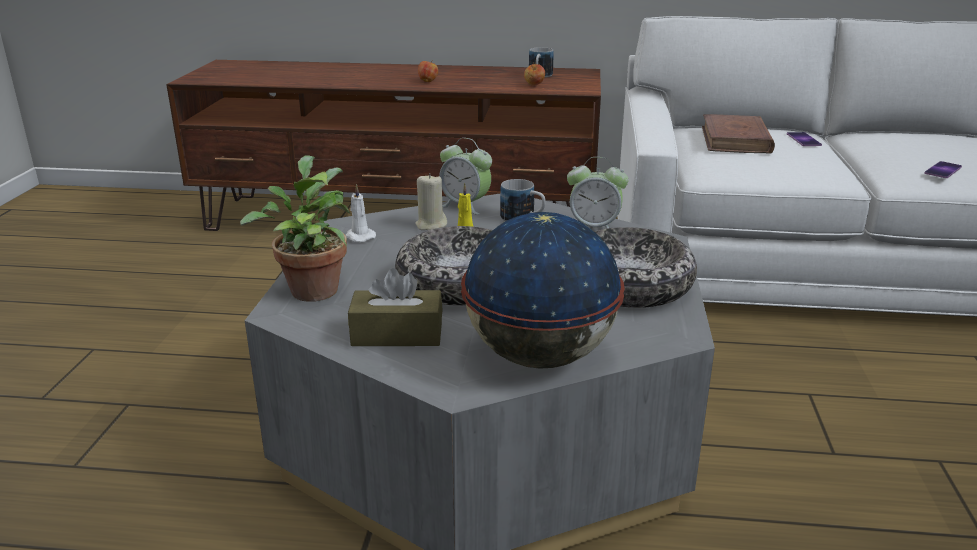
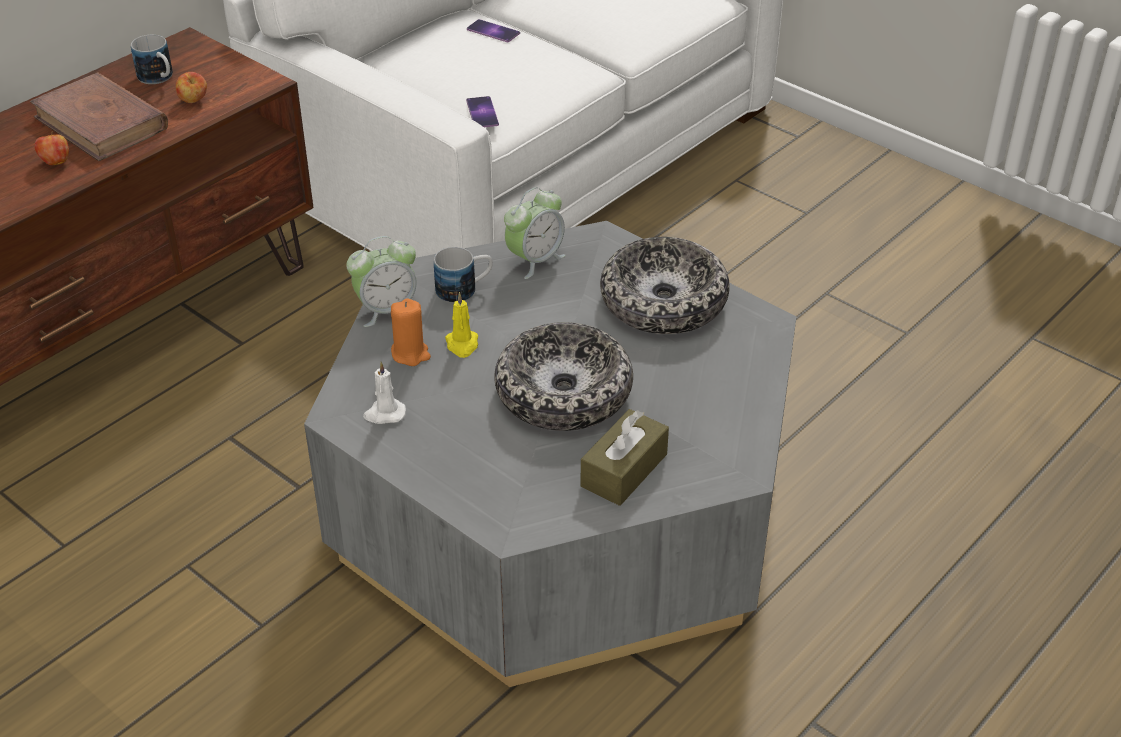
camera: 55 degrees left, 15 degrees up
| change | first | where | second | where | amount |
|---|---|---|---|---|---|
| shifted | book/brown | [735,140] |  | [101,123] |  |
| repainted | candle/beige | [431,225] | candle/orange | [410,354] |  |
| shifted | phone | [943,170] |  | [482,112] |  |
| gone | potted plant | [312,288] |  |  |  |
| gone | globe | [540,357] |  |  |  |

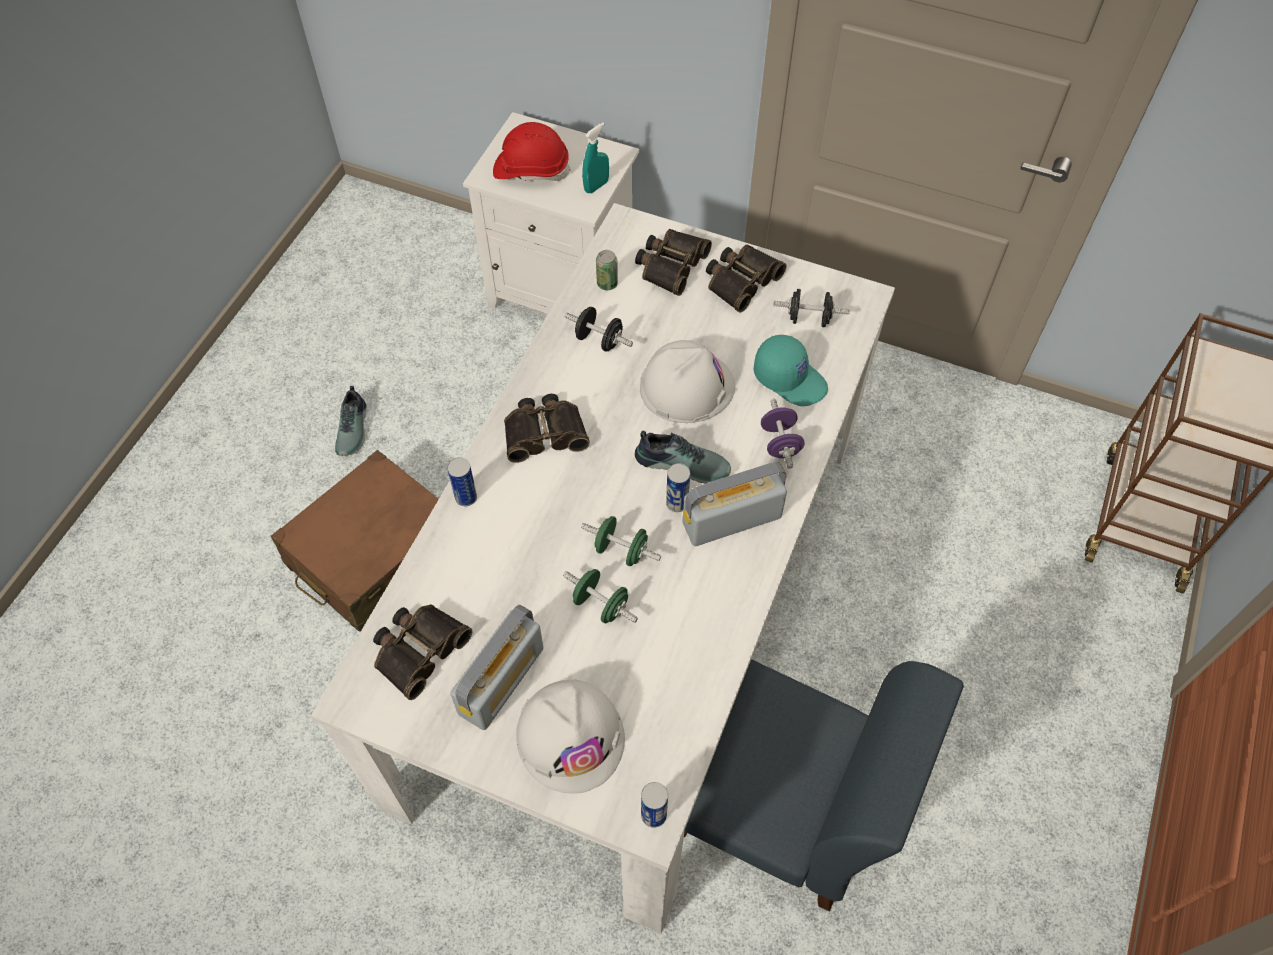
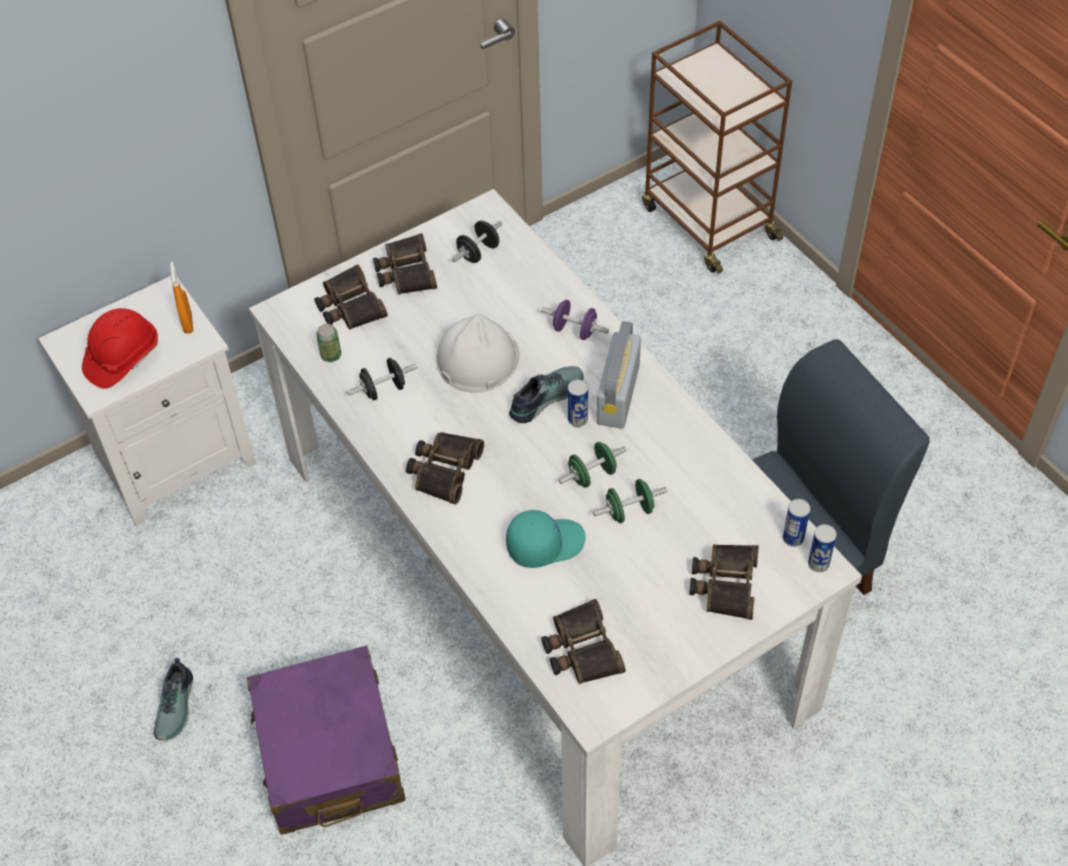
camera: 55 degrees left, 5 degrees down
| change | first | where | second | where | amount |
|---|---|---|---|---|---|
| rotated | shoe | [354,429] |  | [177,706] | 60 degrees clockwise |
| repainted | spray bottle/turquoise | [596,186] | spray bottle/orange | [188,323] |  |
| repainted | suitcase/brown | [373,553] | suitcase/purple | [329,754] |  |
| shifted | cap/turquoise | [790,378] |  | [545,543] |  |
| swapped | hard hat/white | [570,736] | binoculars | [724,584] |  |
| shifted | can | [466,497] |  | [793,538] |  |
| gone | radio | [501,680] |  |  |  |

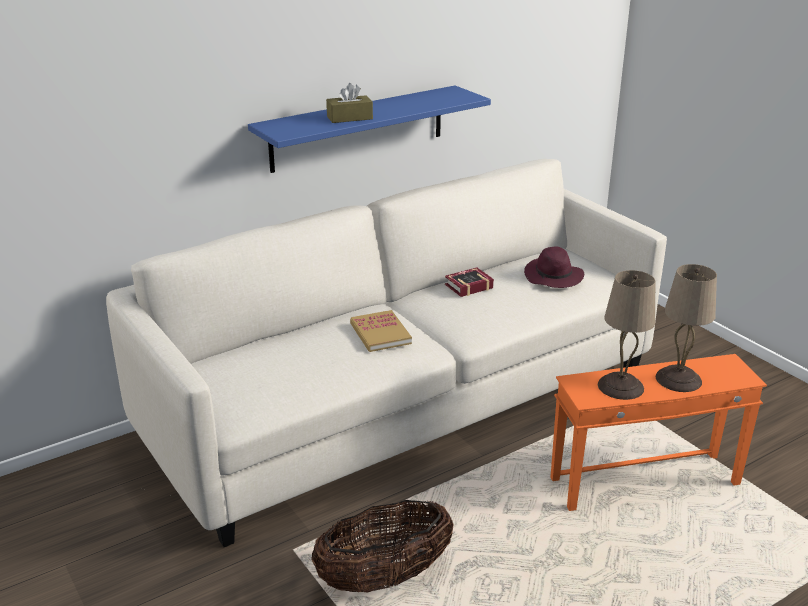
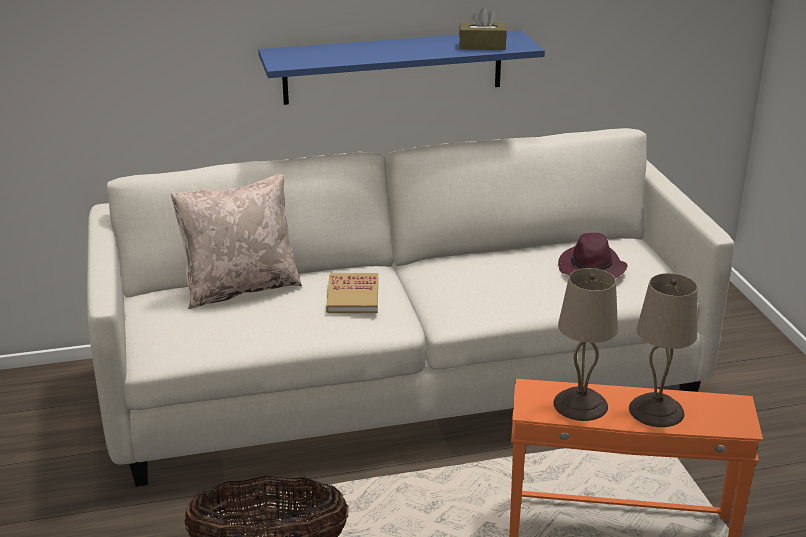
camera: 20 degrees right, 0 degrees up
| change | first | where | second | where | amount |
|---|---|---|---|---|---|
| new |  |  | pillow/beige | [240,288] |  |
| shifted | tissue box/brown | [349,118] |  | [482,46] |  |
| gone | book | [466,286] |  |  |  |

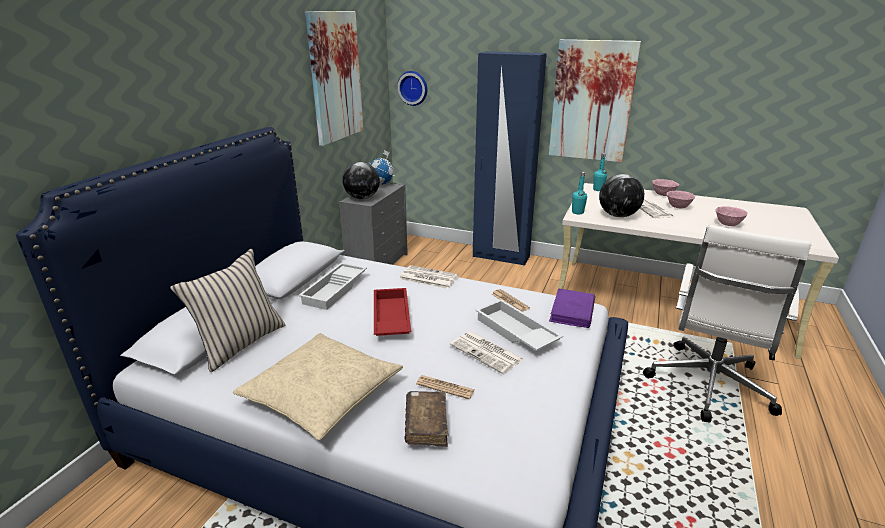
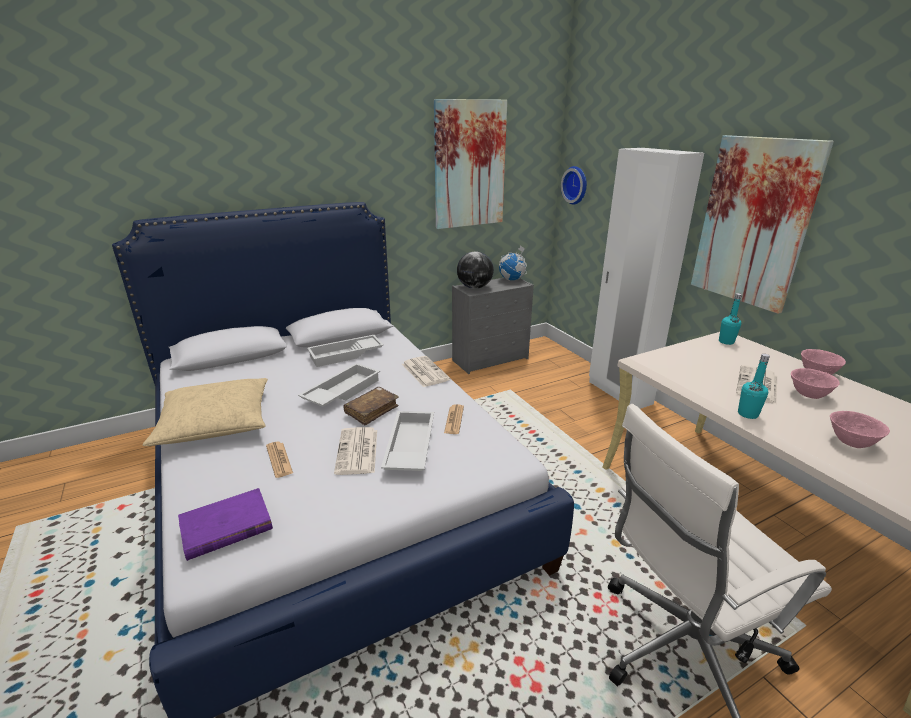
camera: 40 degrees right, 0 degrees up
| change | first | where | second | where | amount |
|---|---|---|---|---|---|
| shifted | book/purple | [572,311] |  | [226,527] |  |
| repainted | tray/red | [390,318] | tray/white | [341,391] |  |
| shifted | book/brown | [426,424] |  | [372,410] |  |
| repainted | wardrobe/blue | [500,257] | wardrobe/white | [619,393] |  |
| shifted | bottle/turquoise | [577,212] |  | [747,414] |  |
| gone | pillow/beige | [240,343] |  |  |  |
| gone | globe | [618,215] |  |  |  |

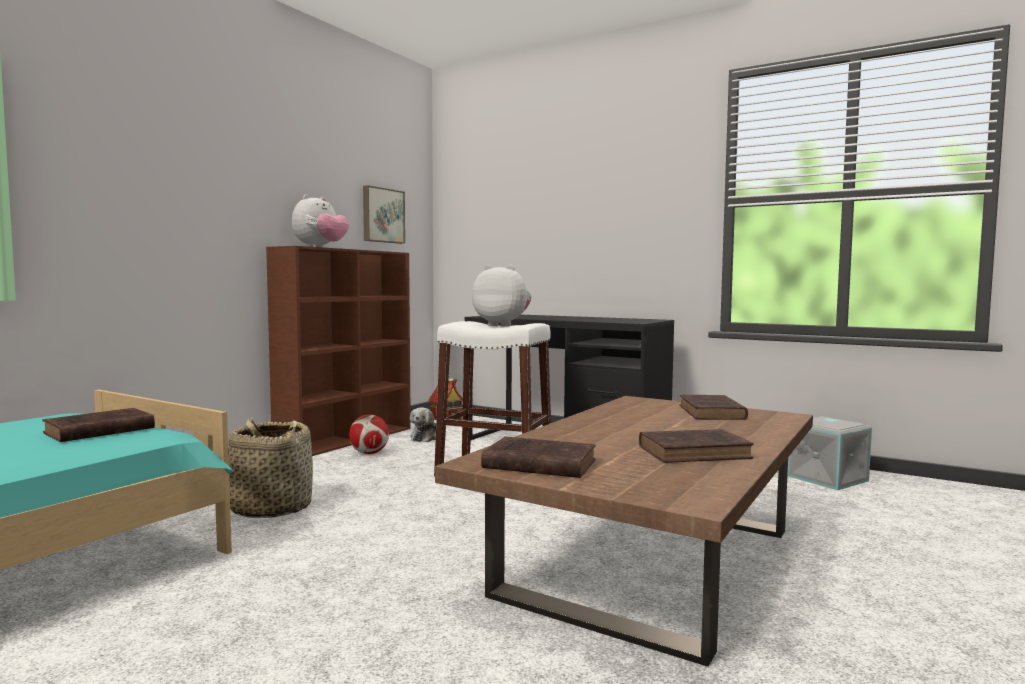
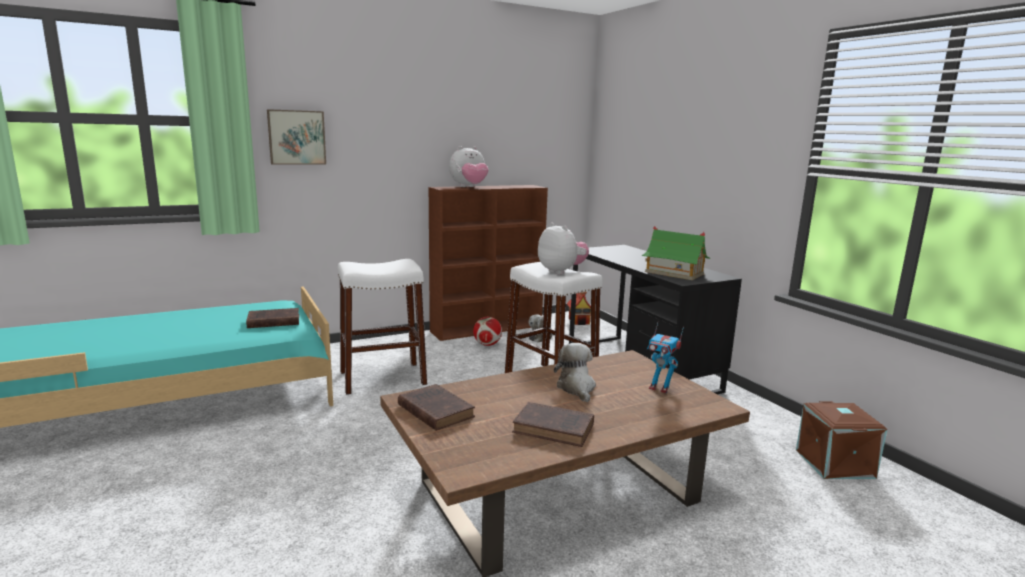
camera: 30 degrees right, 10 degrees up
| change | first | where | second | where | amount |
|---|---|---|---|---|---|
| shifted | picture | [382,215] |  | [296,137] |  |
| swapped | basket | [270,508] | stool/white | [383,378] |  |
| new |  |  | plush toy | [576,388] |  |
| new |  |  | toy house | [673,273] |  |
| swapped | book/brown | [712,413] | toy robot | [660,388] |  |
| repainted | storage box/grey | [828,478] | storage box/brown | [836,464] |  |

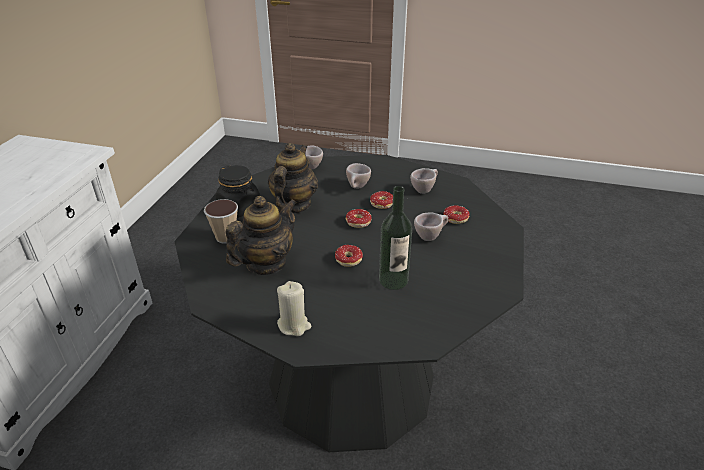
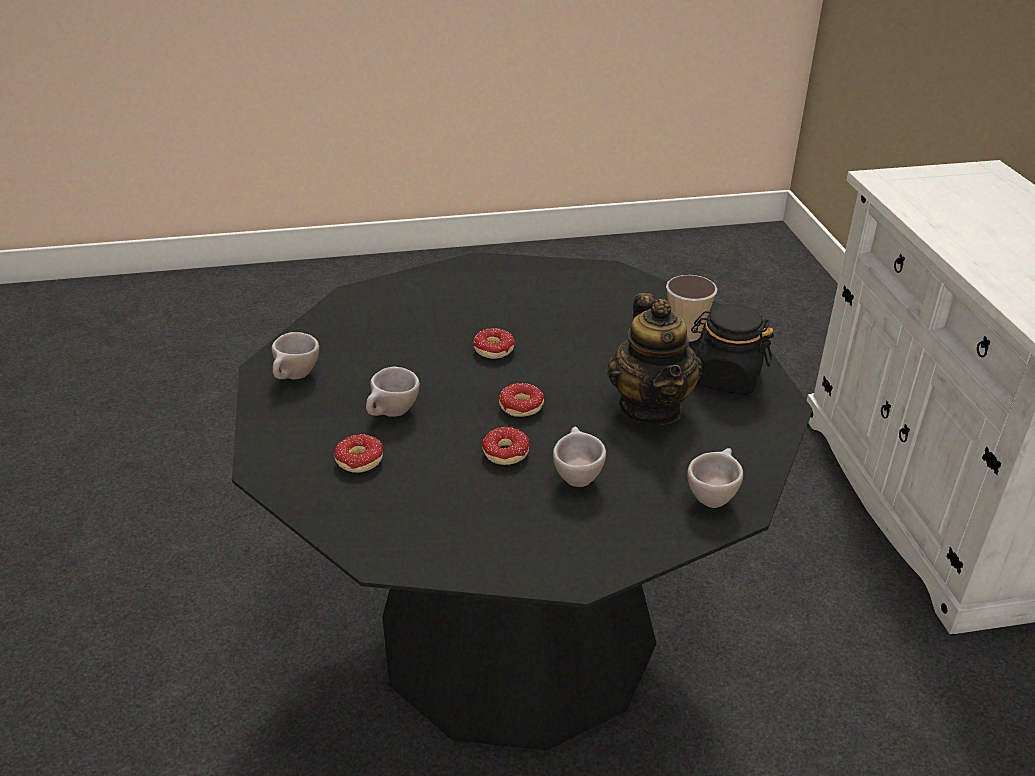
camera: 155 degrees right, 0 degrees up
| change | first | where | second | where | amount |
|---|---|---|---|---|---|
| shifted | cup/beige | [424,190] |  | [296,378] |  |
| gone | teapot | [266,264] |  |  |  |
| gone | candle/beige | [294,325] |  |  |  |
| gone | bottle | [393,280] |  |  |  |

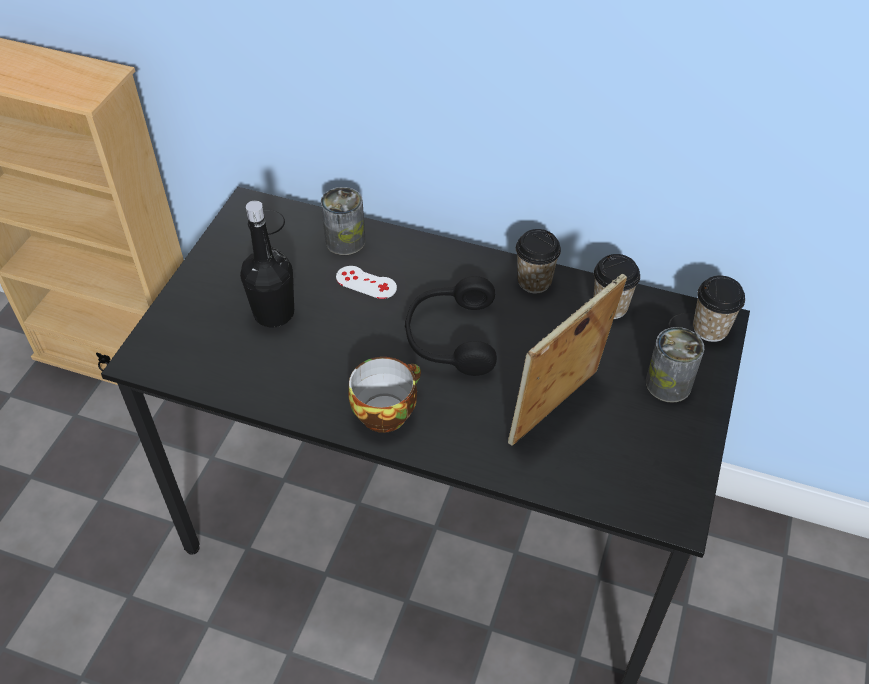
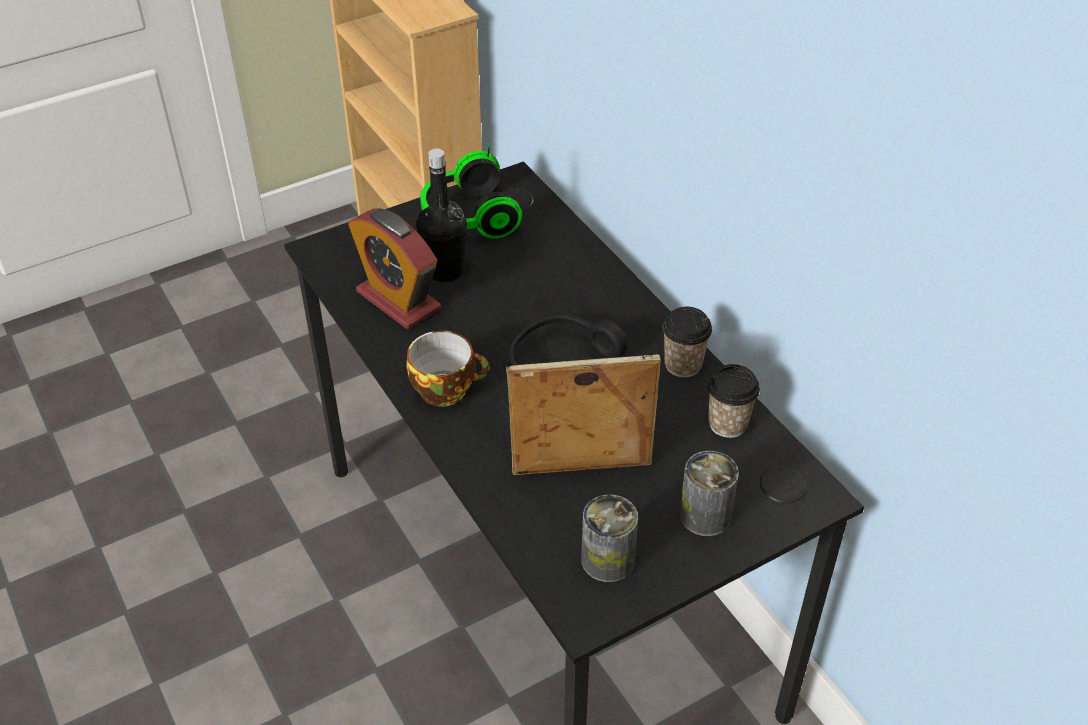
camera: 40 degrees right, 5 degrees down
| change | first | where | second | where | amount |
|---|---|---|---|---|---|
| new |  |  | alarm clock | [398,300] |  |
| new |  |  | headphones | [467,217] |  |
| shifted | can | [345,241] |  | [607,560] |  |
| gone | game controller/white | [366,282] |  |  |  |
| gone | cup | [710,329] |  |  |  |

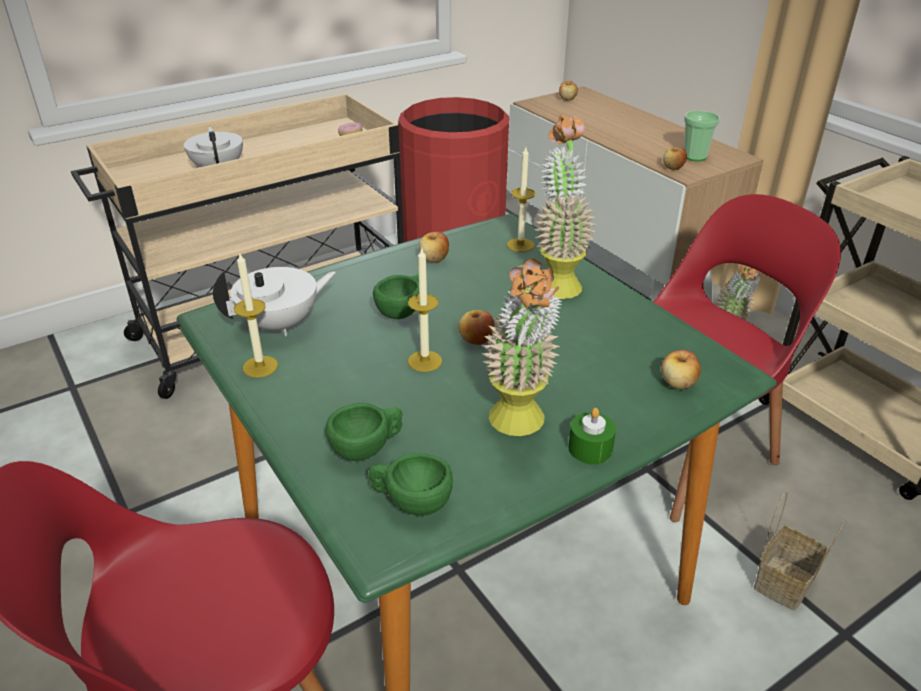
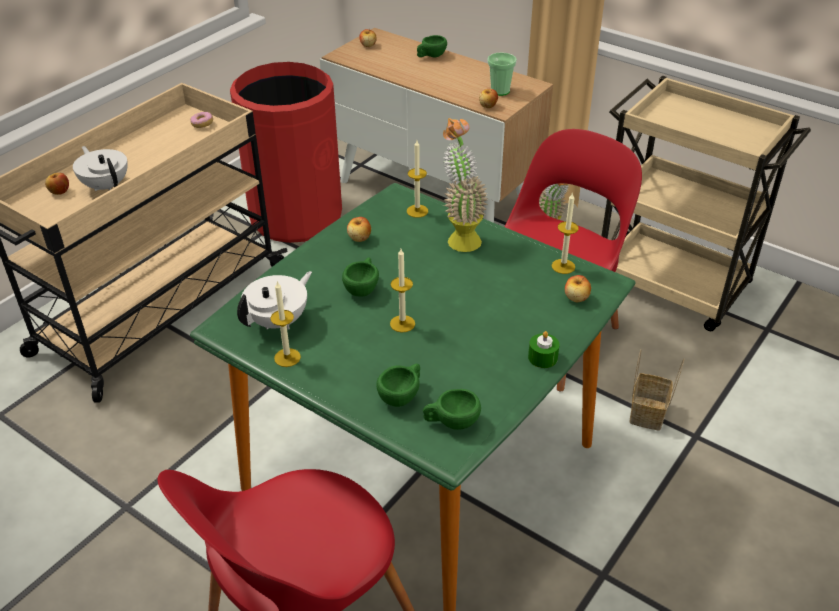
camera: 20 degrees left, 5 degrees up
| change | first | where | second | where | amount |
|---|---|---|---|---|---|
| shifted | apple | [476,340] |  | [60,192] |  |
| new |  |  | cup/green | [431,56] |  |
| new |  |  | candle | [563,266] |  |
| gone | potted plant | [519,428] |  |  |  |

